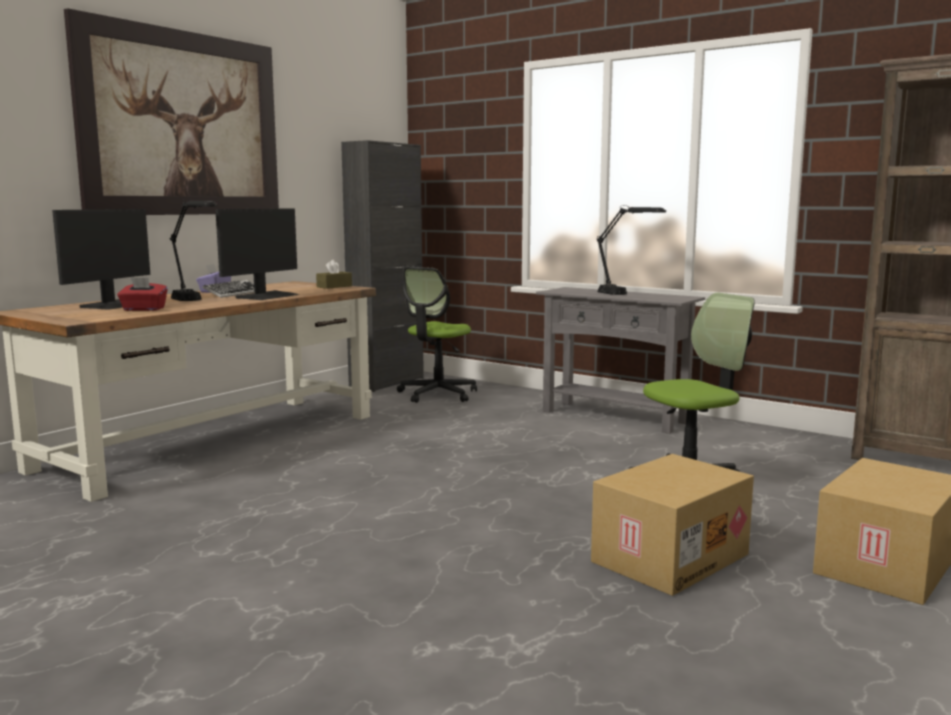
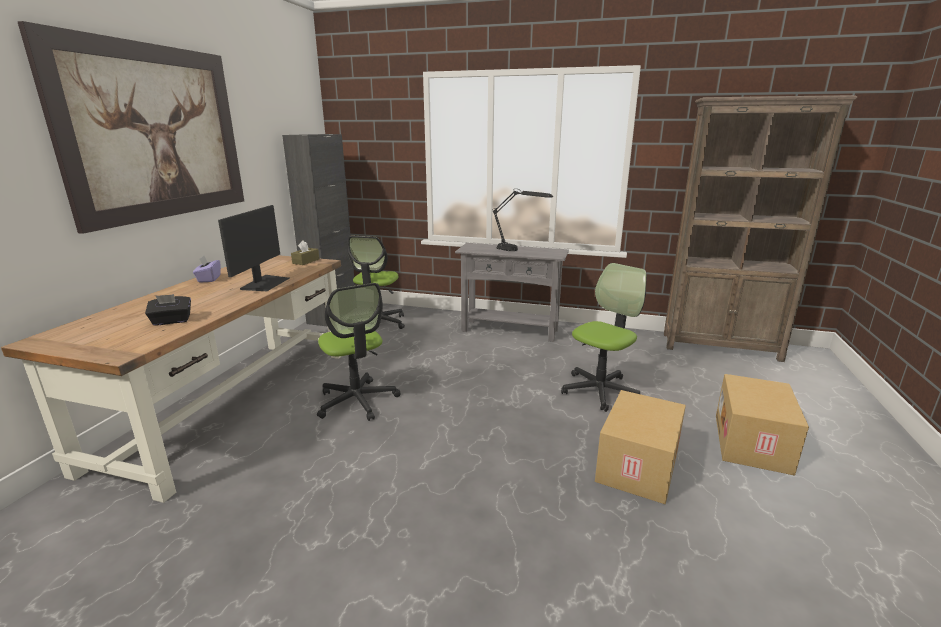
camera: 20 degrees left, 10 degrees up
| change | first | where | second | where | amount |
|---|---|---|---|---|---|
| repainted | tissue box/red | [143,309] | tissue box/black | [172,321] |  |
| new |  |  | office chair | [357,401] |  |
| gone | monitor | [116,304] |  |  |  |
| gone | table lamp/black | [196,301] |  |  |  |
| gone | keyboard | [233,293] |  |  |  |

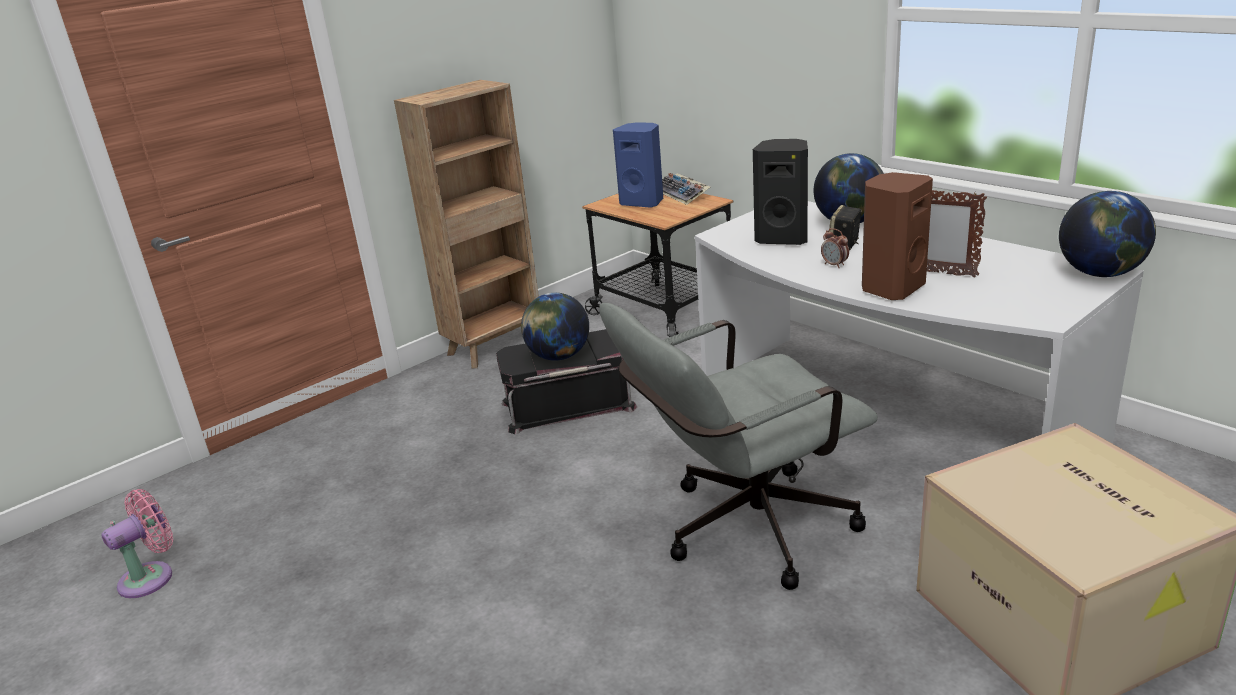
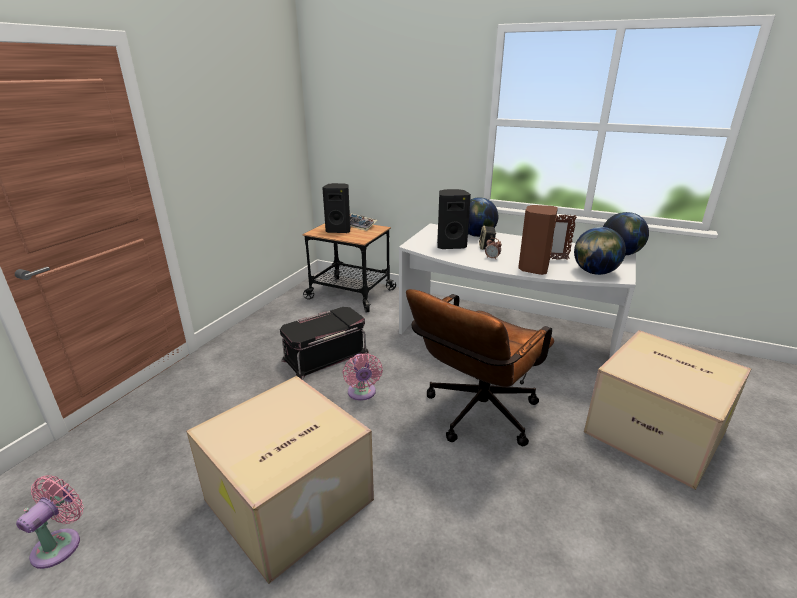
camera: 25 degrees left, 0 degrees up
| change | first | where | second | where | amount |
|---|---|---|---|---|---|
| new |  |  | cardboard box | [288,502] |  |
| repainted | speaker/blue | [643,202] | speaker/black | [339,230] |  |
| new |  |  | fan/pink | [362,393] |  |
| repainted | office chair/grey | [742,531] | office chair/brown | [475,416] |  |
| shifted | globe | [558,356] |  | [594,272] |  |
| gone | bookcase/brown | [495,346] |  |  |  |

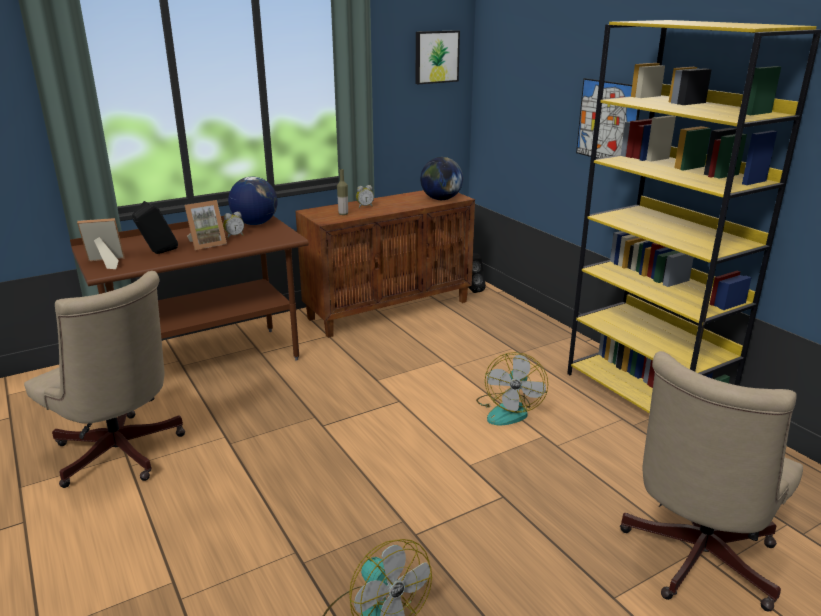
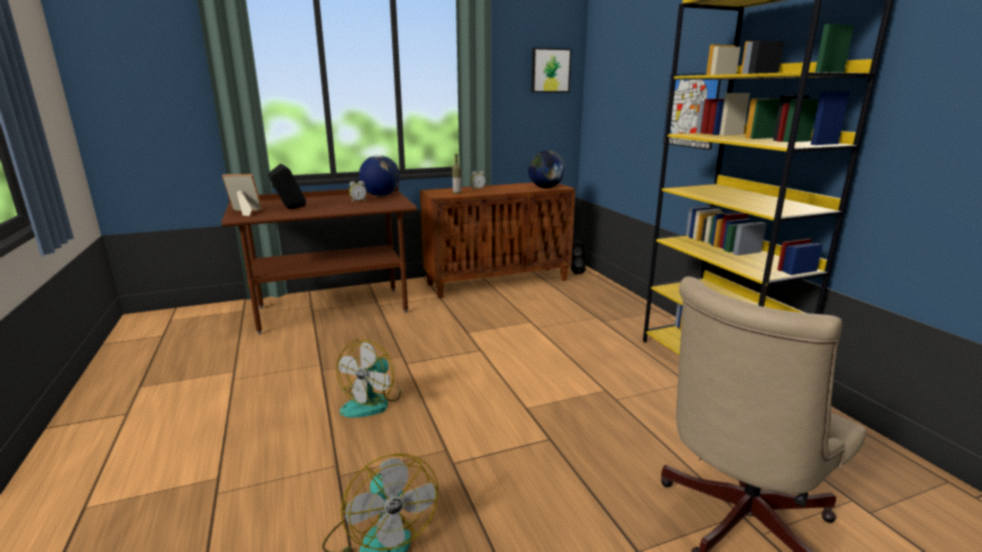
camera: 10 degrees right, 5 degrees down
| change | first | where | second | where | amount |
|---|---|---|---|---|---|
| shifted | fan | [508,410] |  | [372,402] |  |
| gone | office chair/beige | [121,456] |  |  |  |
| gone | picture frame | [206,244] |  |  |  |

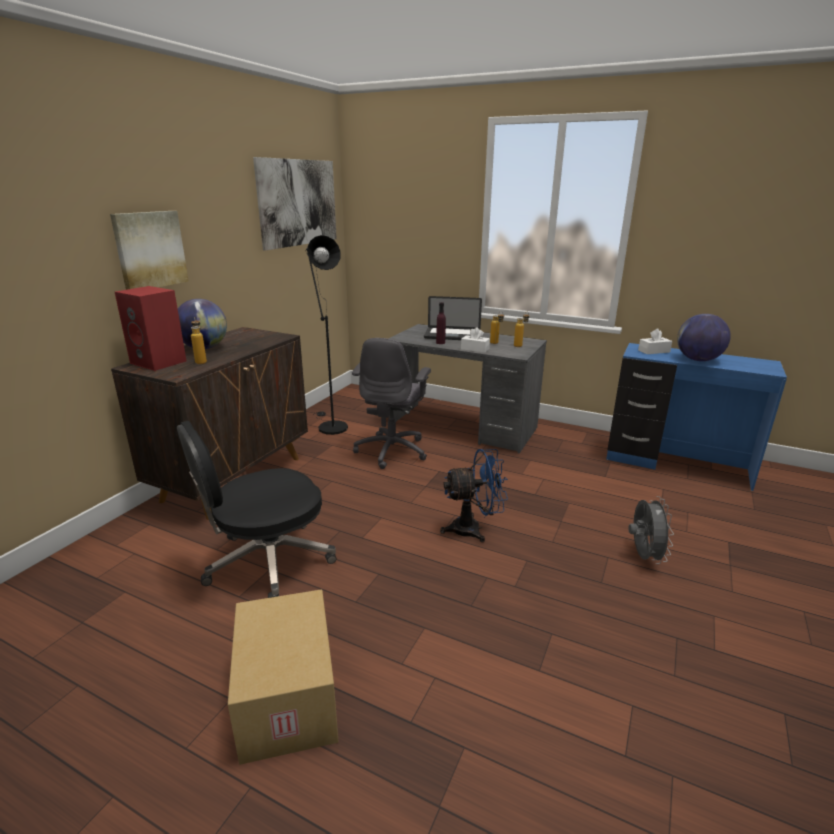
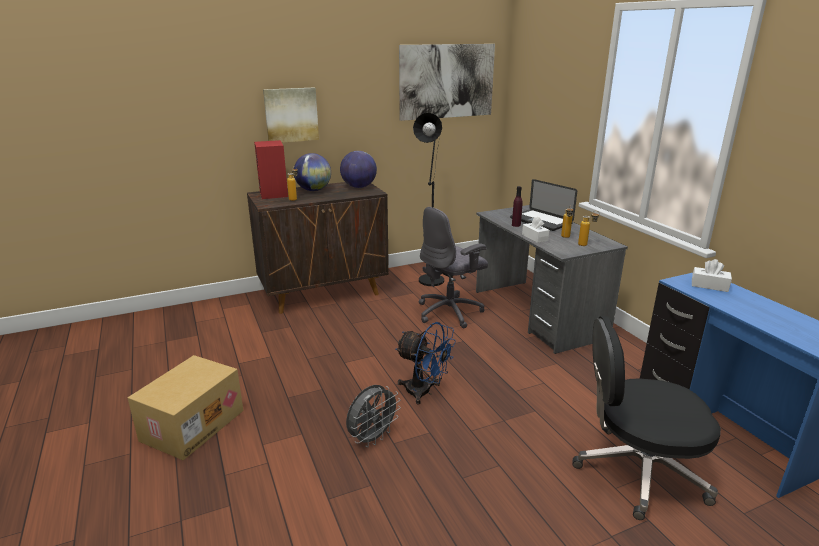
camera: 40 degrees right, 0 degrees up
| change | first | where | second | where | amount |
|---|---|---|---|---|---|
| shifted | globe | [698,360] |  | [359,187] |  |
| shifted | fan/grey | [643,556] |  | [372,438] |  |
| shifted | office chair/black | [267,562] |  | [637,471] |  |

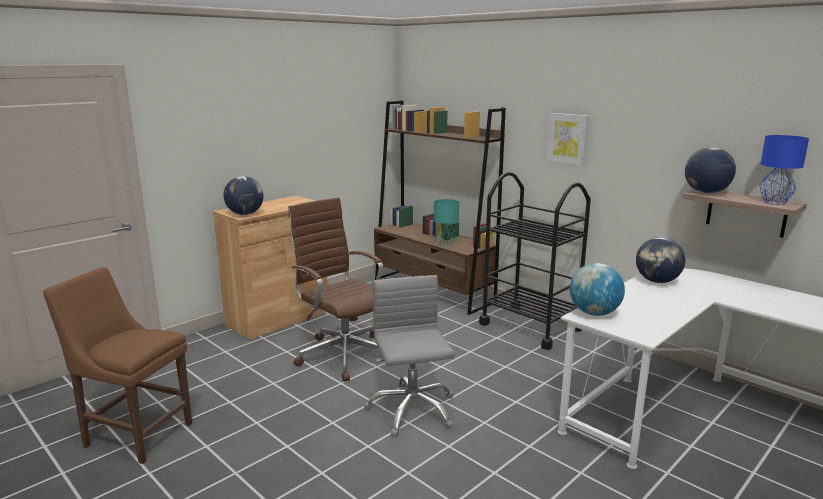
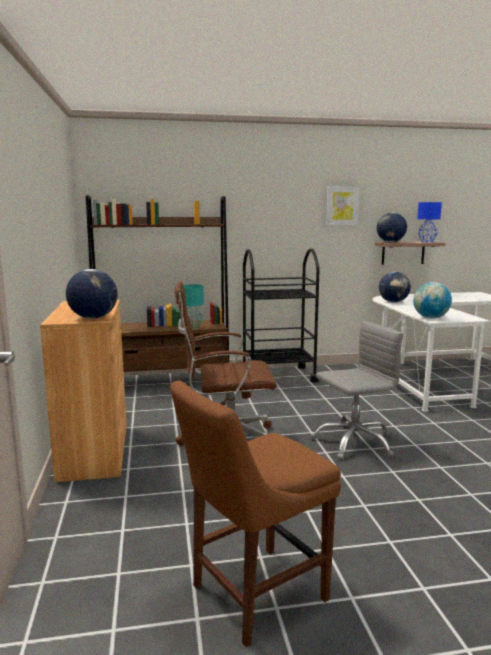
camera: 55 degrees left, 5 degrees down
| change | first | where | second | where | amount |
|---|---|---|---|---|---|
| rotated | office chair/grey | [412,410] |  | [354,442] | 135 degrees clockwise |
| shifted | picture | [567,138] |  | [342,206] |  |

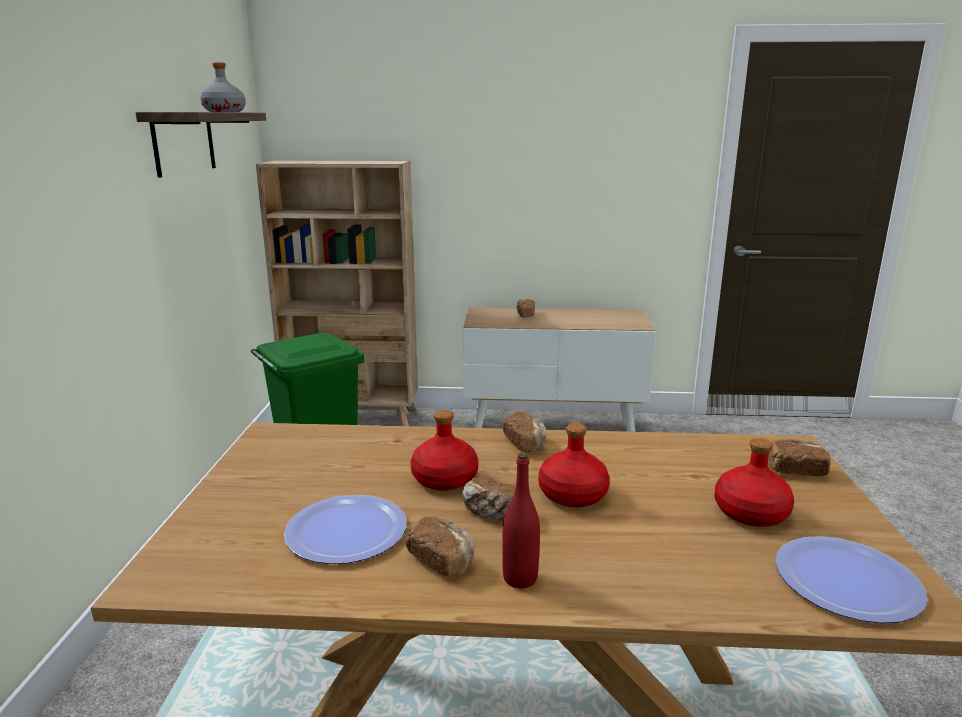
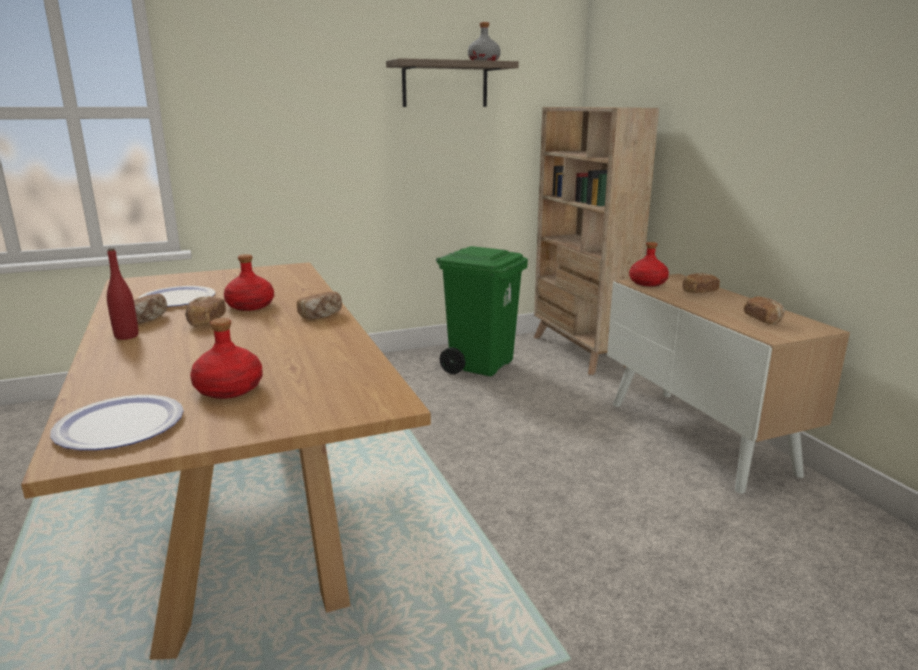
camera: 65 degrees right, 0 degrees up
| change | first | where | second | where | amount |
|---|---|---|---|---|---|
| shifted | bottle/red | [572,495] |  | [647,283] |  |
| shifted | bread | [795,470] |  | [763,320] |  |

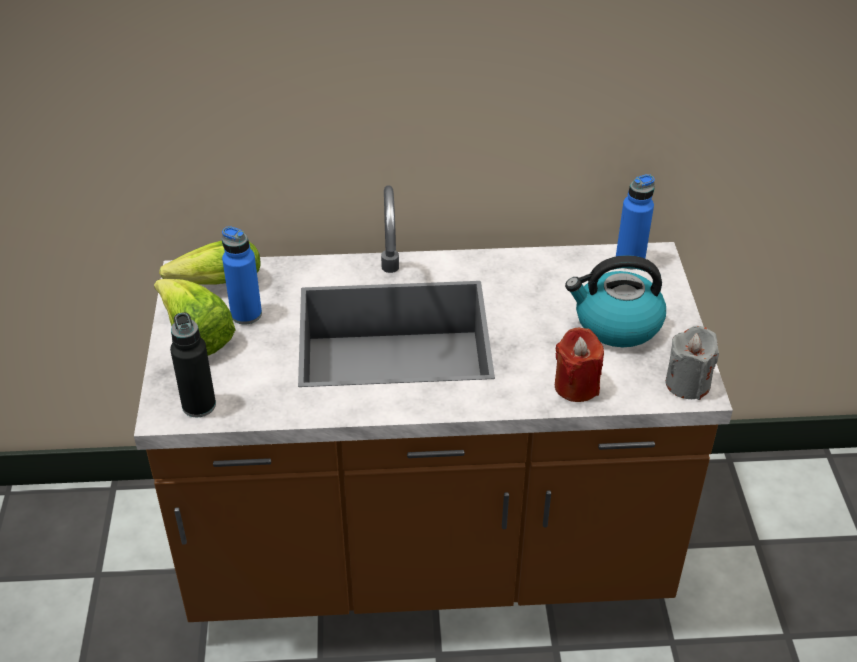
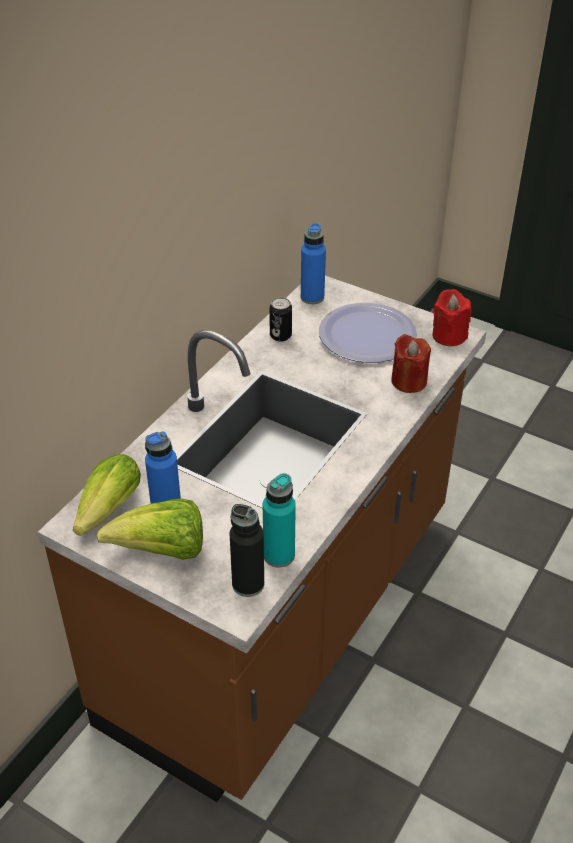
camera: 55 degrees left, 0 degrees up
| change | first | where | second | where | amount |
|---|---|---|---|---|---|
| new |  |  | bottle/turquoise | [279,555] |  |
| new |  |  | can | [280,335] |  |
| swapped | kettle | [616,324] | plate | [367,335] |  |
| repainted | candle/grey | [687,383] | candle/red | [449,336] |  |

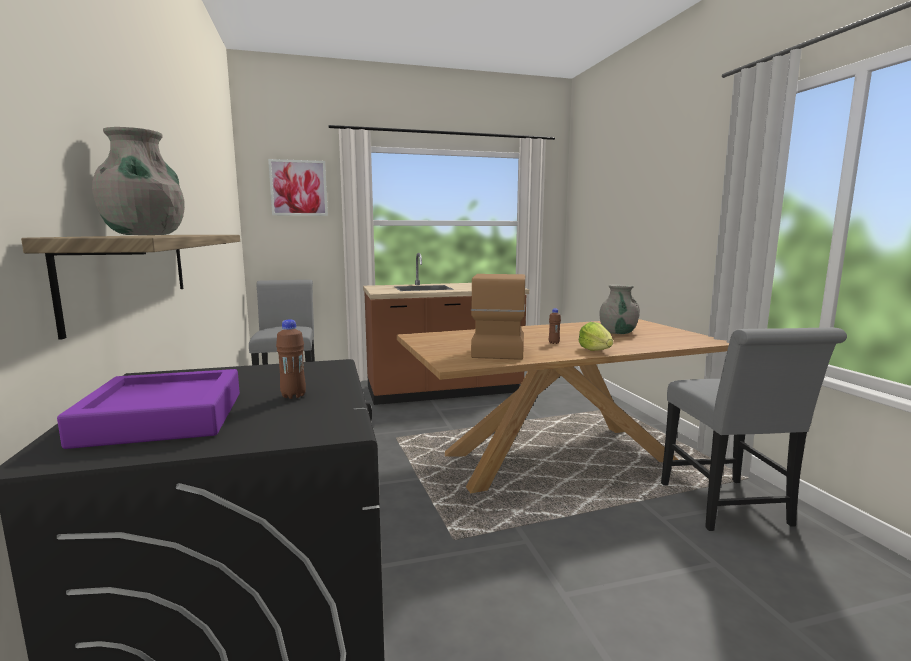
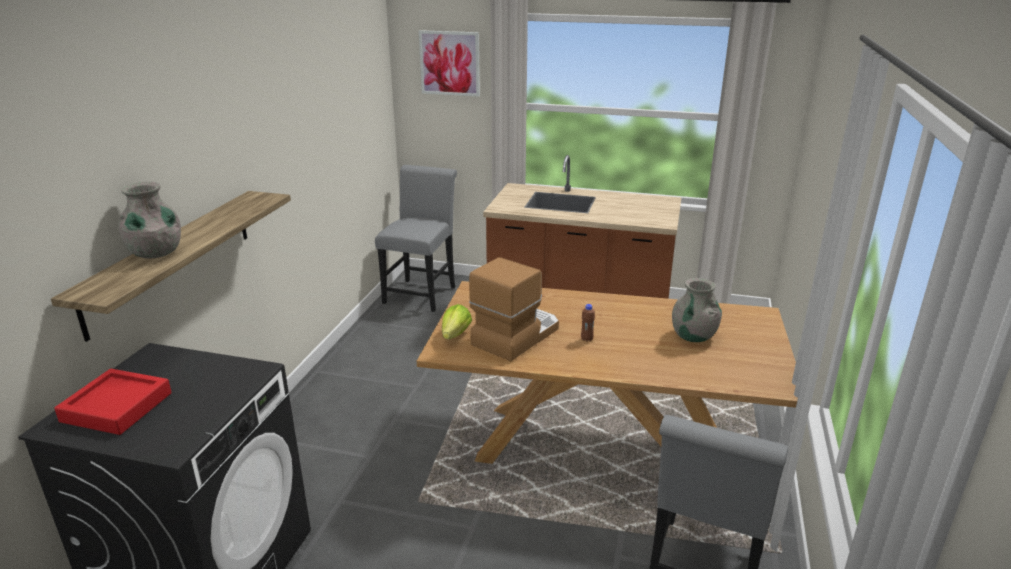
camera: 30 degrees right, 15 degrees up
| change | first | where | second | where | amount |
|---|---|---|---|---|---|
| repainted | tray/purple | [163,418] | tray/red | [117,407] |  |
| shifted | lettuce | [595,350] |  | [455,335] |  |
| gone | bottle/brown | [293,396] |  |  |  |

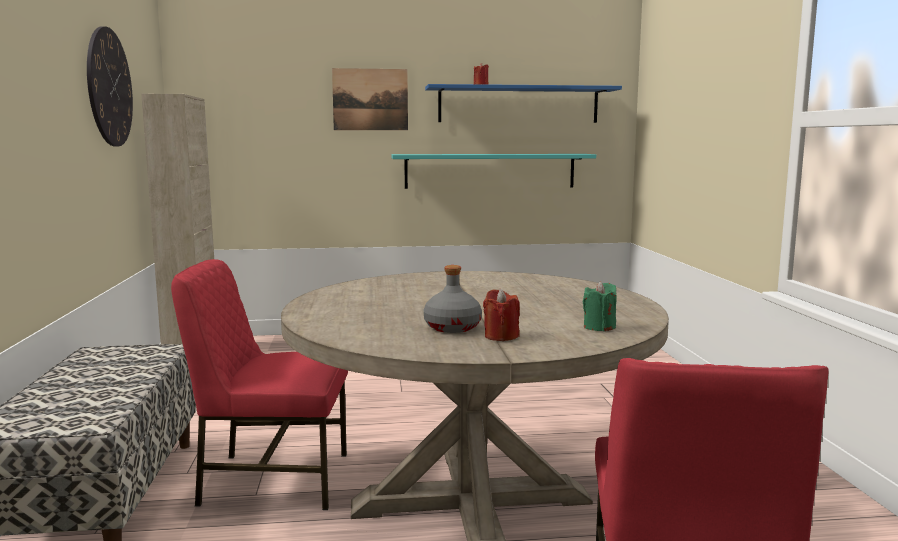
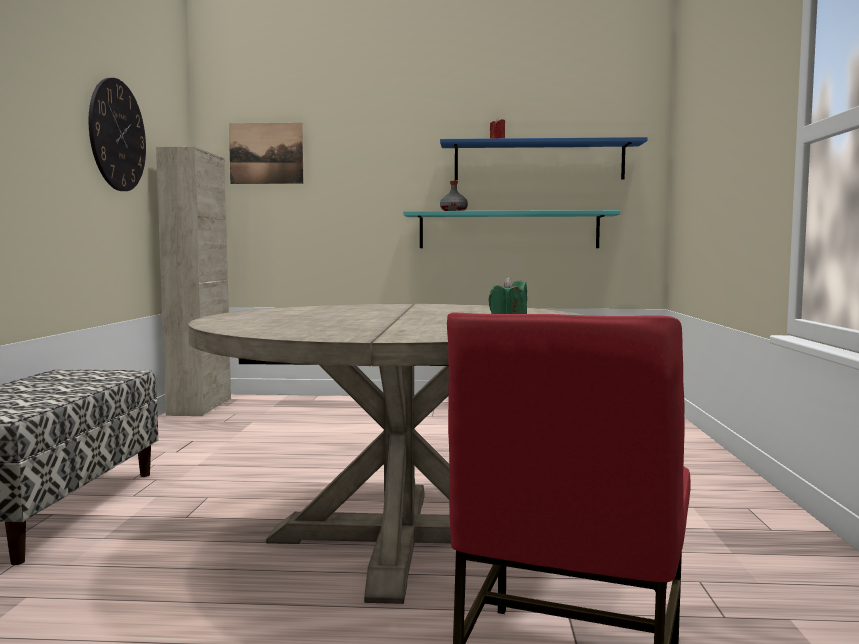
camera: 10 degrees right, 5 degrees down
| change | first | where | second | where | amount |
|---|---|---|---|---|---|
| shifted | picture | [370,99] |  | [266,153] |  |
| shifted | bottle/grey | [453,327] |  | [454,211] |  |
| gone | chair/red | [272,479] |  |  |  |
| gone | candle/red | [501,336] |  |  |  |

